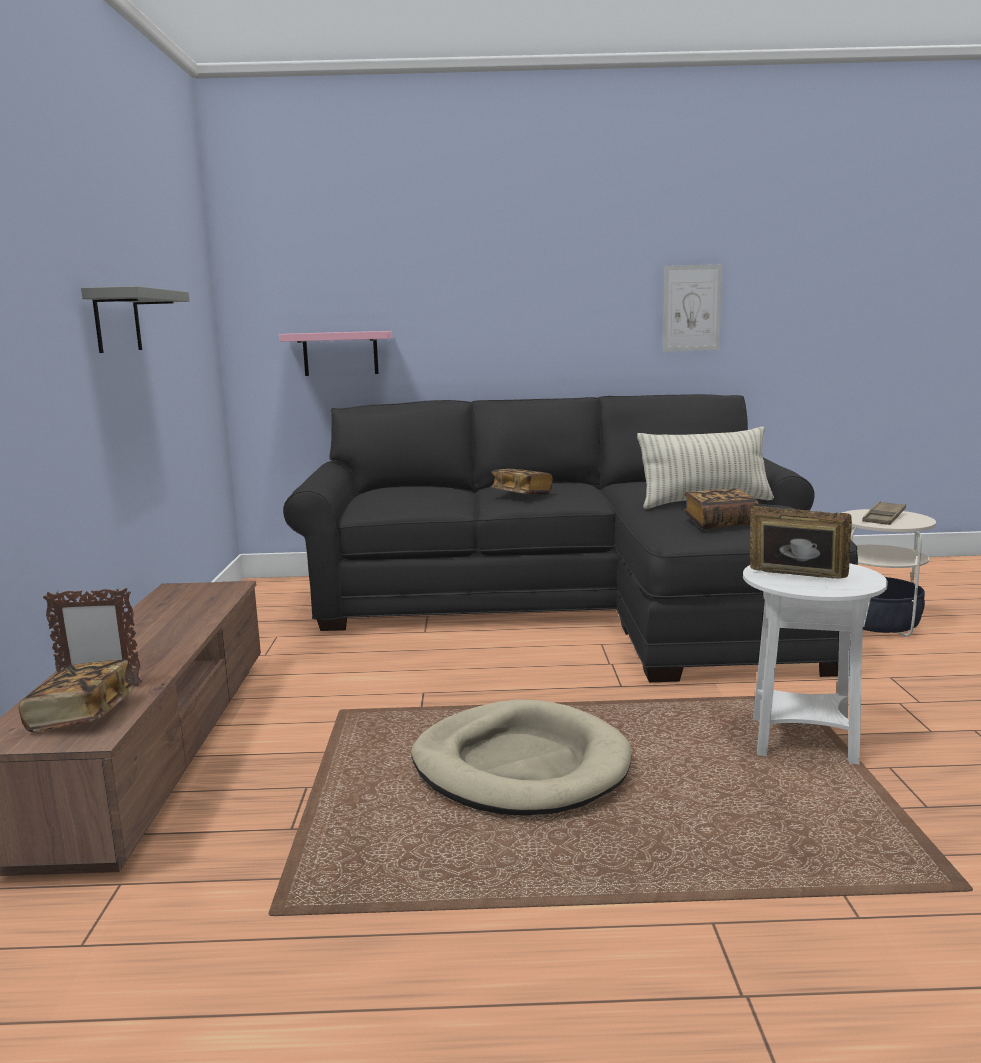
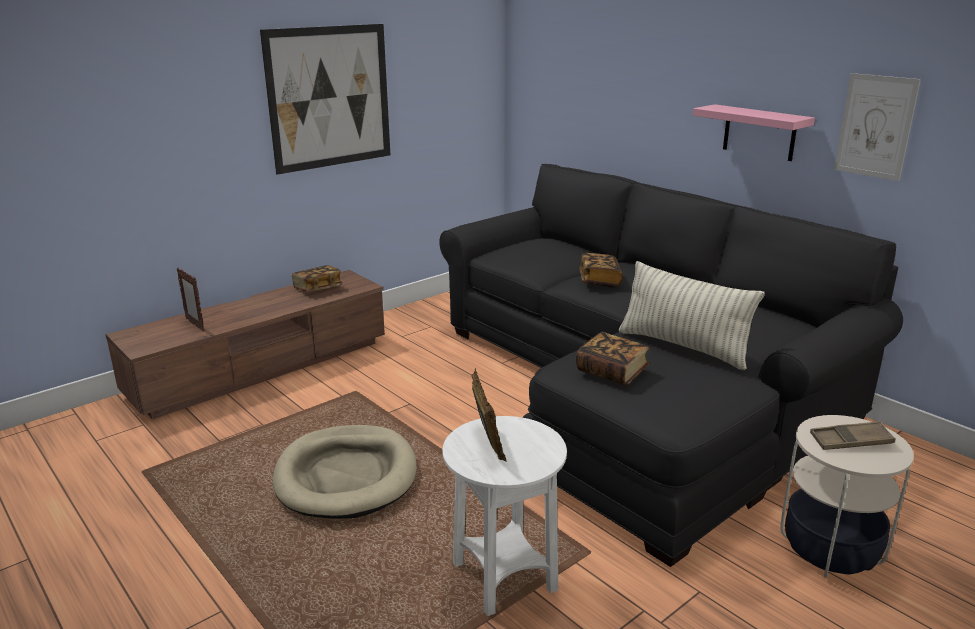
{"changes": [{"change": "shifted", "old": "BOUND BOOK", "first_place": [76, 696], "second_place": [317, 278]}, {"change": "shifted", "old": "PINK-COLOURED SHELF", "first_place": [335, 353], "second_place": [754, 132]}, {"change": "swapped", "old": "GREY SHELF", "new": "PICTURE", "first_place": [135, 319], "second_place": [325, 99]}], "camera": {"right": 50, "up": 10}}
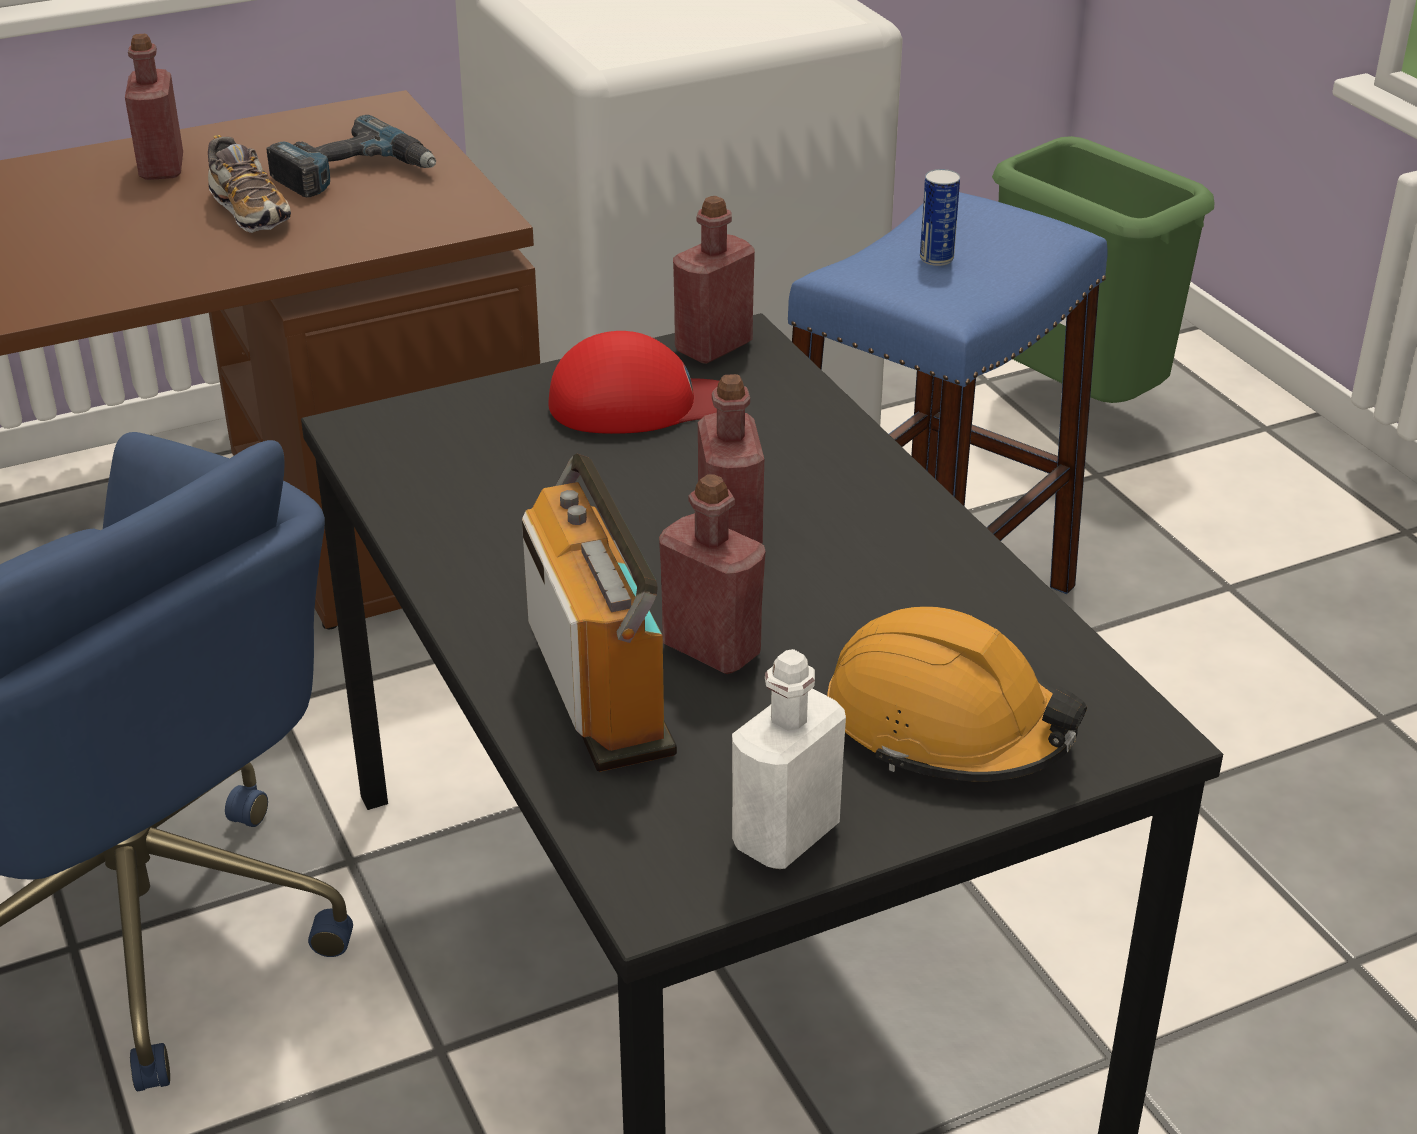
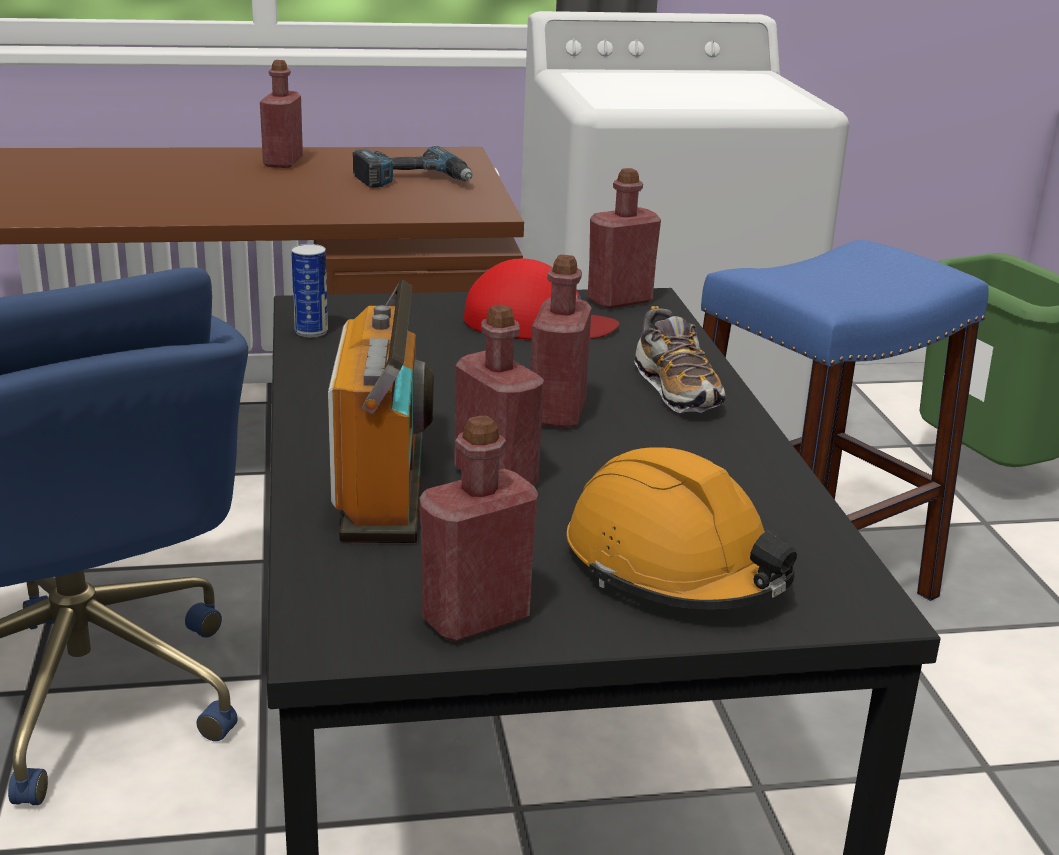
{"changes": [{"change": "shifted", "old": "LOW SHOE", "first_place": [249, 184], "second_place": [679, 359]}, {"change": "shifted", "old": "SEALED CAN", "first_place": [940, 217], "second_place": [309, 290]}, {"change": "repainted", "old": "WHITE BEVERAGE BOTTLE", "new": "RED BEVERAGE BOTTLE", "first_place": [789, 759], "second_place": [478, 529]}], "camera": {"right": 15, "up": -10}}
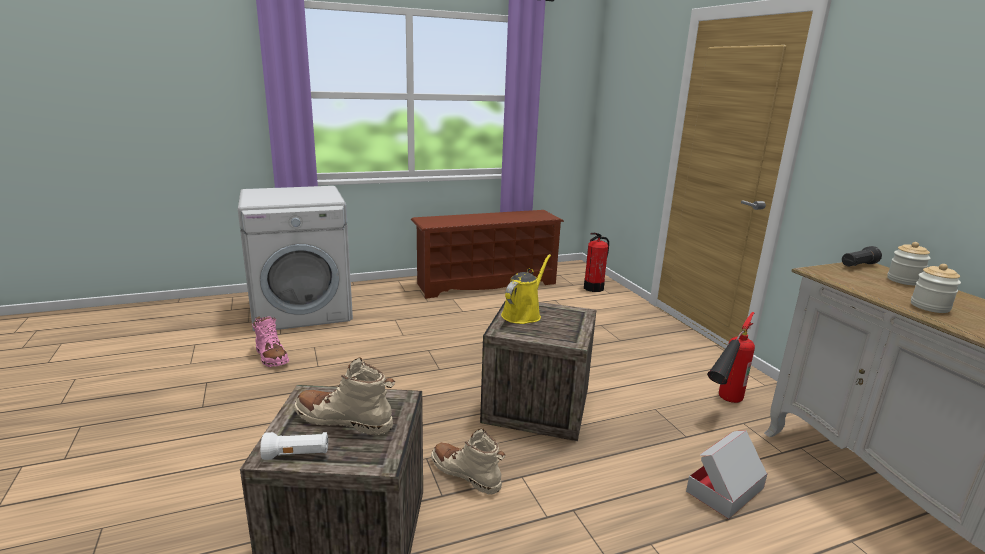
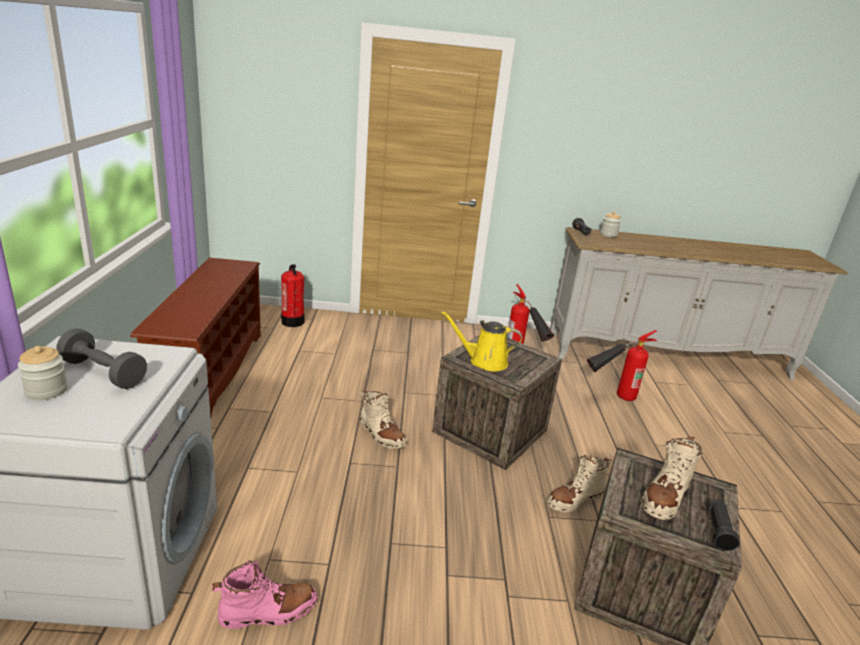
{"changes": [{"change": "new", "new": "GREY FREE WEIGHT", "second_place": [101, 358]}, {"change": "new", "new": "BEIGE-COLOURED BOOT", "second_place": [383, 419]}, {"change": "shifted", "old": "PRESERVE JAR", "first_place": [936, 288], "second_place": [43, 373]}, {"change": "swapped", "old": "CARDBOARD BOX", "new": "FIRE EXTINGUISHER", "first_place": [727, 474], "second_place": [622, 365]}, {"change": "repainted", "old": "WHITE HAND TORCH", "new": "BLACK HAND TORCH", "first_place": [294, 446], "second_place": [723, 525]}, {"change": "rotated", "old": "YELLOWISH SPRINKLING CAN", "first_place": [526, 289], "second_place": [481, 341], "degrees": -45}], "camera": {"right": -70, "up": 5}}
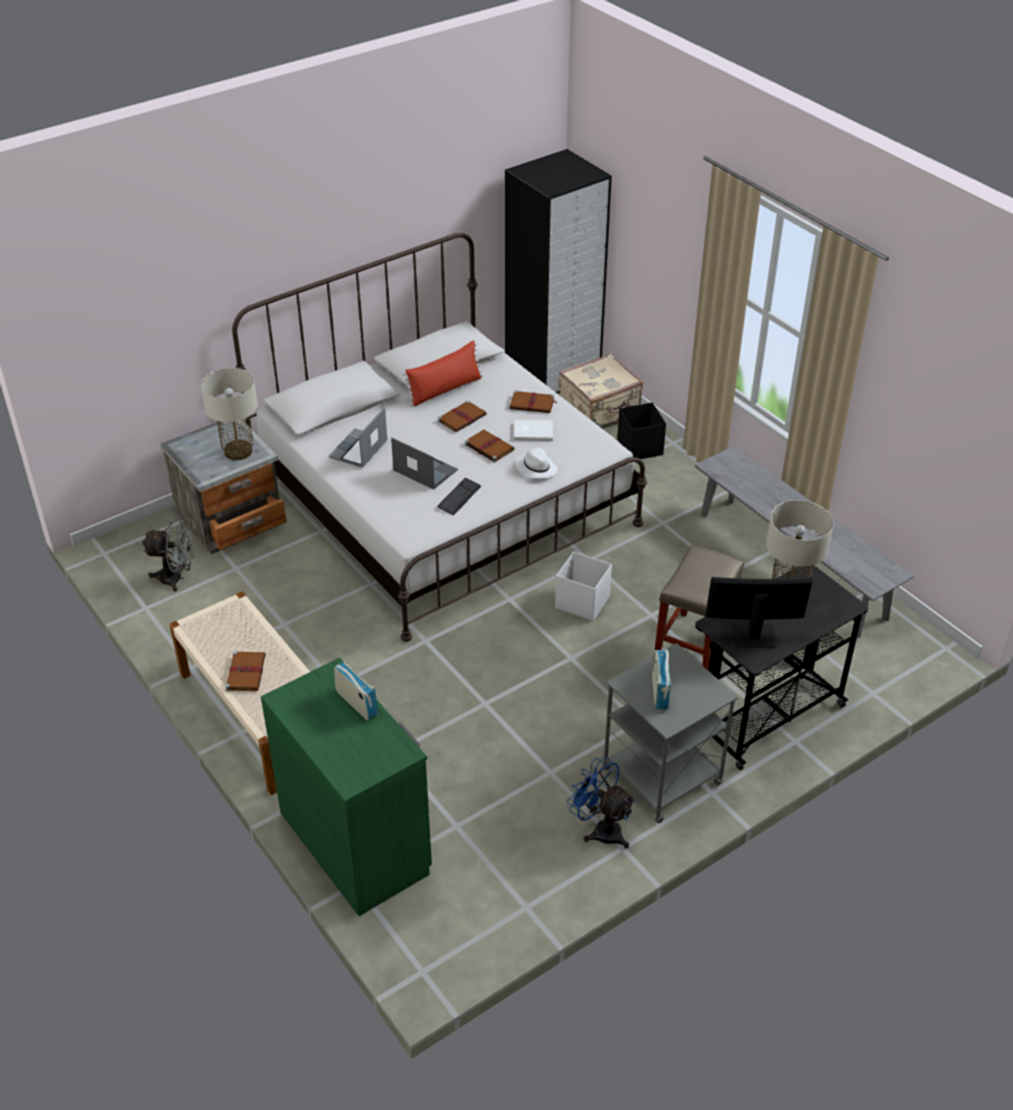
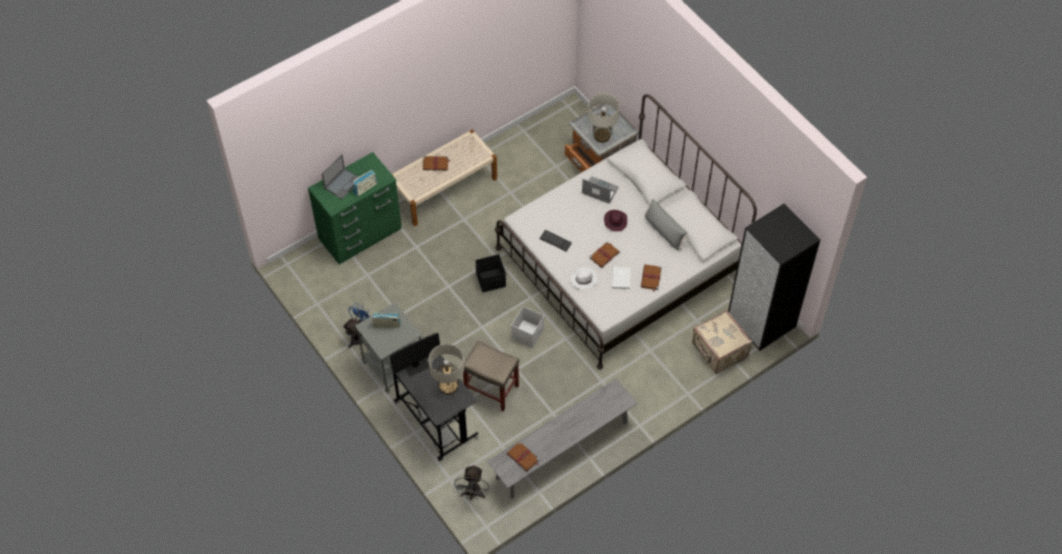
{"changes": [{"change": "new", "new": "PURPLISH WEARABLE HAT", "second_place": [615, 221]}, {"change": "shifted", "old": "GREY ELECTRIC FAN", "first_place": [169, 554], "second_place": [471, 482]}, {"change": "shifted", "old": "PORTABLE COMPUTER", "first_place": [424, 463], "second_place": [340, 176]}, {"change": "shifted", "old": "BROWN-COLOURED BOUND BOOK", "first_place": [462, 416], "second_place": [523, 456]}, {"change": "shifted", "old": "BLACK STORAGE BOX", "first_place": [641, 430], "second_place": [491, 273]}, {"change": "repainted", "old": "RED THROW PILLOW", "new": "GREY THROW PILLOW", "first_place": [442, 373], "second_place": [666, 224]}, {"change": "rotated", "old": "COMPUTER SCREEN", "first_place": [759, 612], "second_place": [414, 355], "degrees": 60}], "camera": {"right": 90, "up": 15}}
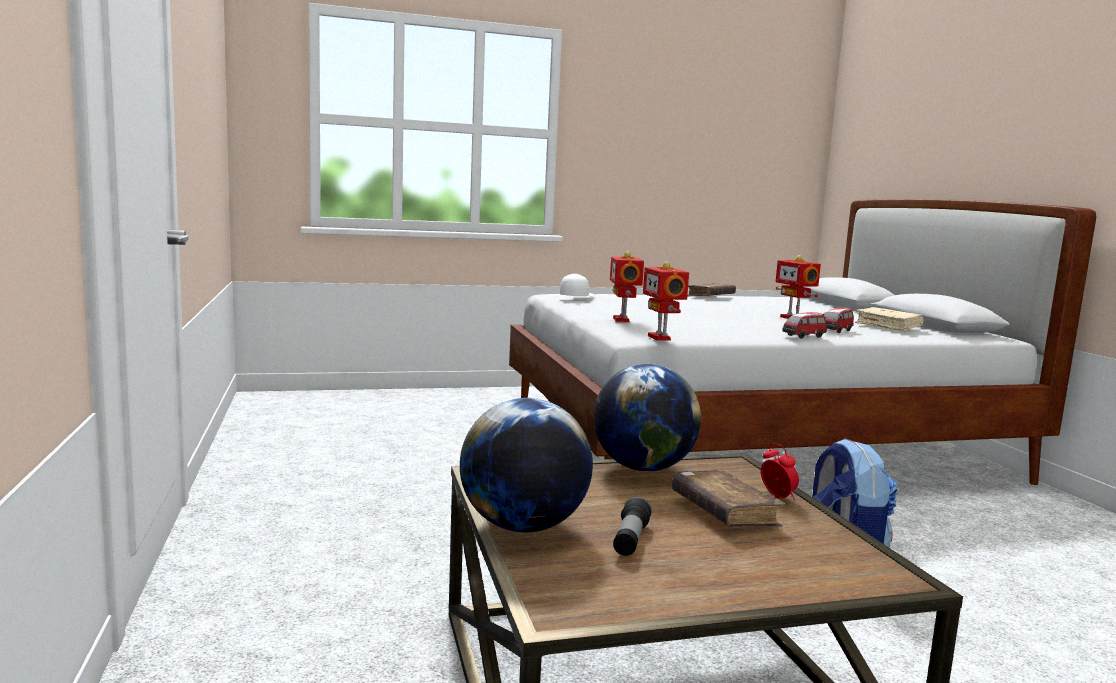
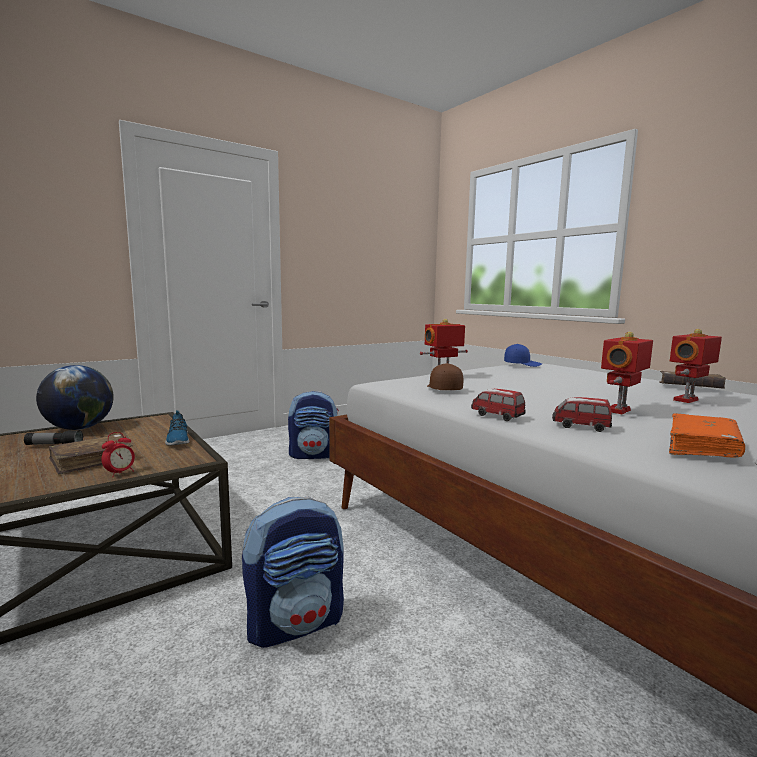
{"changes": [{"change": "new", "new": "BACKPACK", "second_place": [313, 425]}, {"change": "new", "new": "BROWN-COLOURED BASEBALL CAP", "second_place": [445, 376]}, {"change": "shifted", "old": "MODEL ROBOT", "first_place": [666, 300], "second_place": [696, 366]}, {"change": "swapped", "old": "GLOBE", "new": "LOW SHOE", "first_place": [647, 417], "second_place": [177, 427]}, {"change": "repainted", "old": "WHITE BASEBALL CAP", "new": "BLUE-COLOURED BASEBALL CAP", "first_place": [577, 285], "second_place": [523, 355]}, {"change": "repainted", "old": "BEIGE-COLOURED BOUND BOOK", "new": "ORANGE BOUND BOOK", "first_place": [889, 319], "second_place": [707, 435]}], "camera": {"right": 70, "up": 0}}
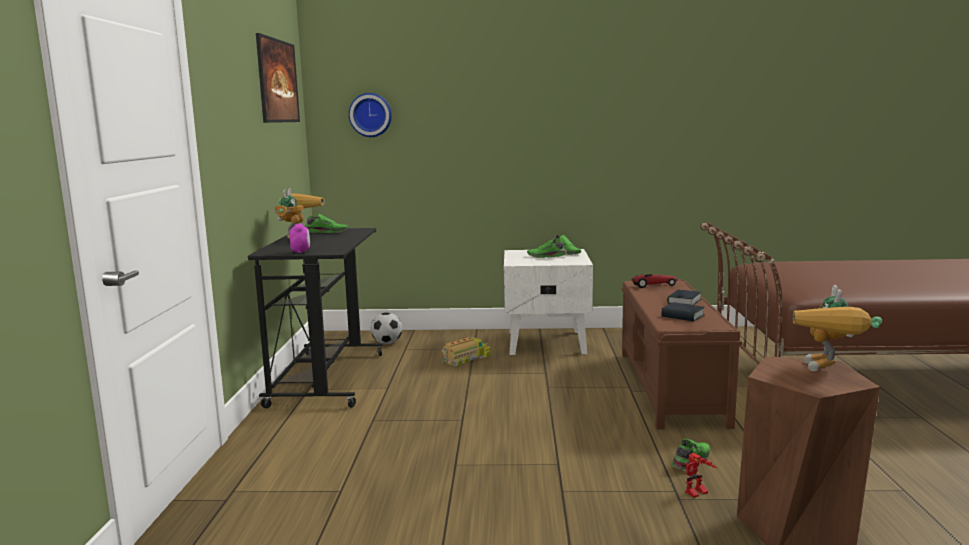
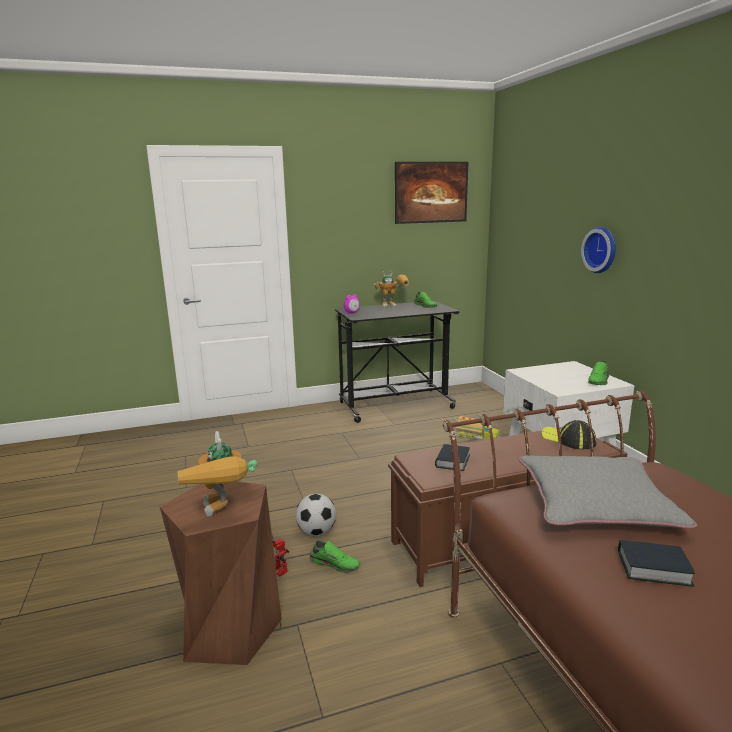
{"changes": [{"change": "gone", "old": "GREEN-COLOURED LOW SHOE", "first_place": [547, 249]}, {"change": "new", "new": "GREY THROW PILLOW", "second_place": [608, 492]}, {"change": "shifted", "old": "WALL CLOCK", "first_place": [370, 115], "second_place": [598, 250]}, {"change": "shifted", "old": "FOOTBALL", "first_place": [386, 328], "second_place": [315, 515]}, {"change": "shifted", "old": "BOUND BOOK", "first_place": [684, 297], "second_place": [656, 563]}, {"change": "swapped", "old": "MODEL CAR", "new": "BASEBALL CAP", "first_place": [654, 281], "second_place": [569, 434]}, {"change": "rotated", "old": "MODEL ROBOT", "first_place": [837, 328], "second_place": [218, 473], "degrees": -105}], "camera": {"right": 70, "up": 5}}
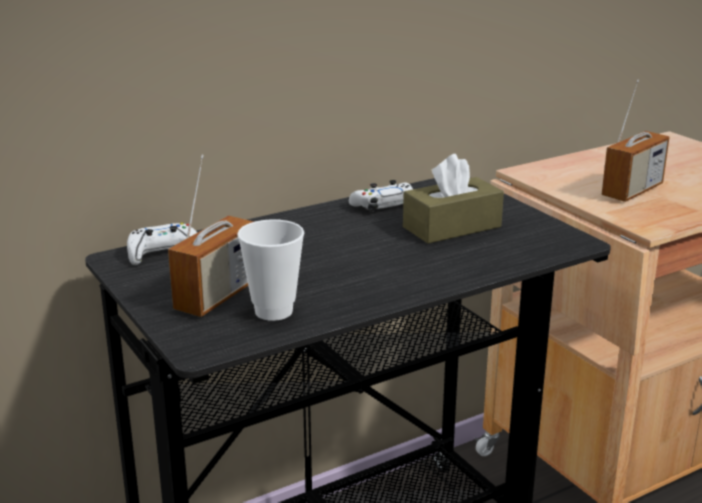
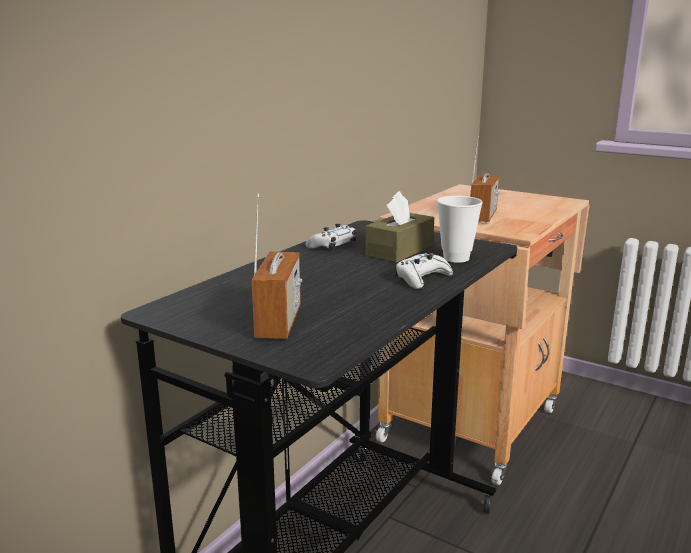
{"changes": [{"change": "shifted", "old": "WHITE GAME CONTROLLER", "first_place": [162, 244], "second_place": [424, 271]}, {"change": "shifted", "old": "CUP", "first_place": [270, 270], "second_place": [460, 229]}], "camera": {"right": -25, "up": -5}}
